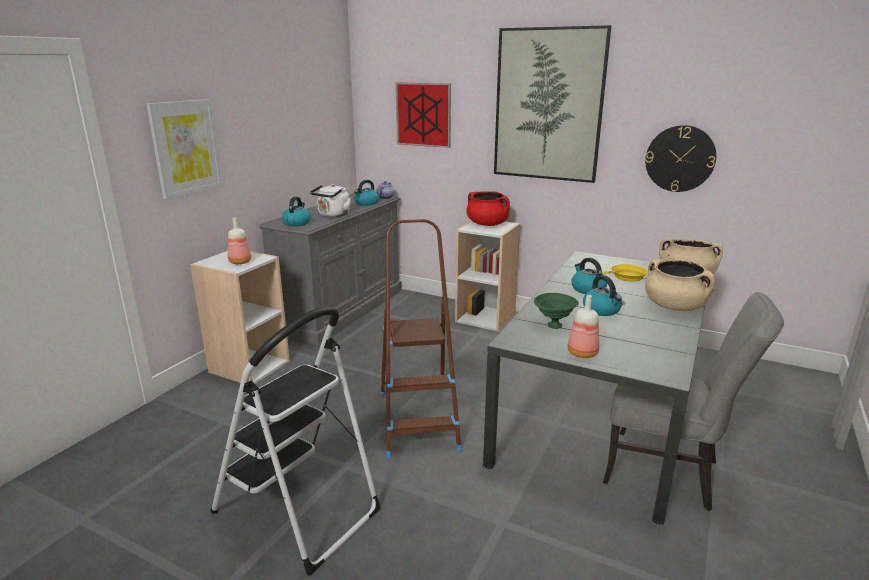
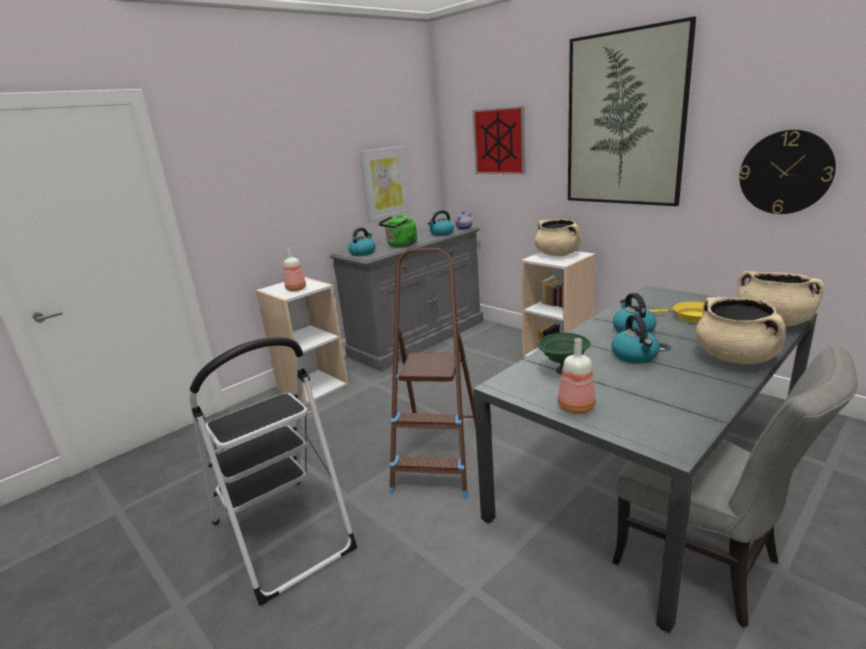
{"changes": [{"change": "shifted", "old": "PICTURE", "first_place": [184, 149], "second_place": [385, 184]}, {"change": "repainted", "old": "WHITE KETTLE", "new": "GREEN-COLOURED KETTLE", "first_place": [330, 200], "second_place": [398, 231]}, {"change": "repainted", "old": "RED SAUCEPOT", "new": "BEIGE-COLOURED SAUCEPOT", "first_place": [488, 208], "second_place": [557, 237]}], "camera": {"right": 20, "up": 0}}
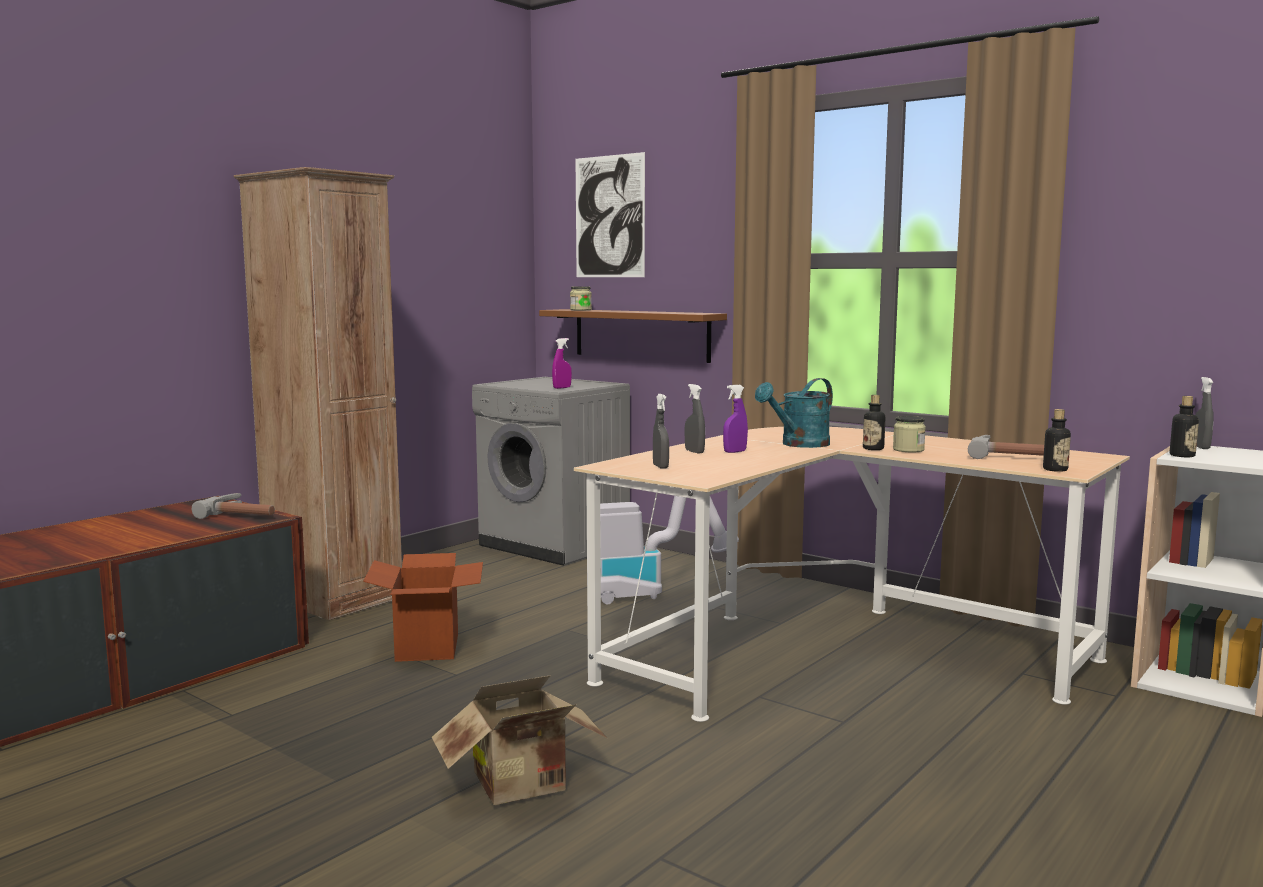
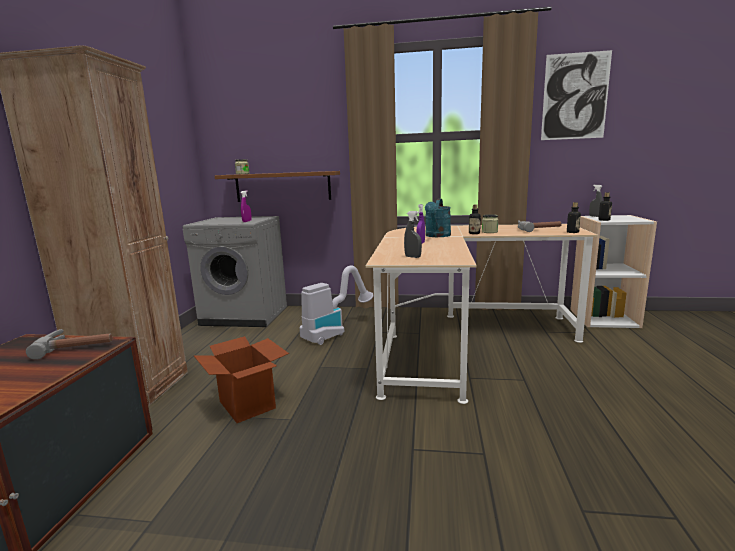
{"changes": [{"change": "gone", "old": "CARDBOARD BOX", "first_place": [519, 740]}, {"change": "gone", "old": "GREY SPRAY BOTTLE", "first_place": [695, 419]}, {"change": "shifted", "old": "PICTURE", "first_place": [610, 214], "second_place": [576, 95]}], "camera": {"right": -30, "up": 5}}
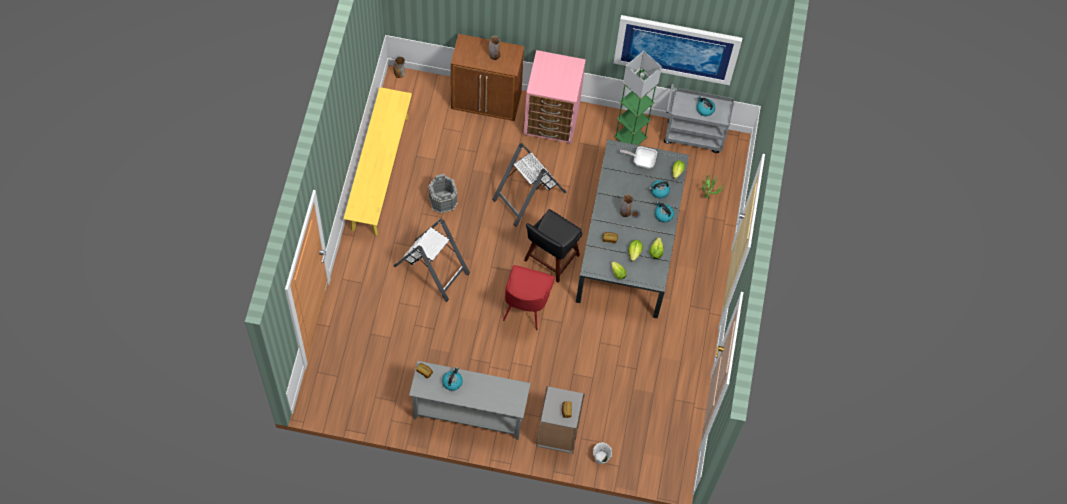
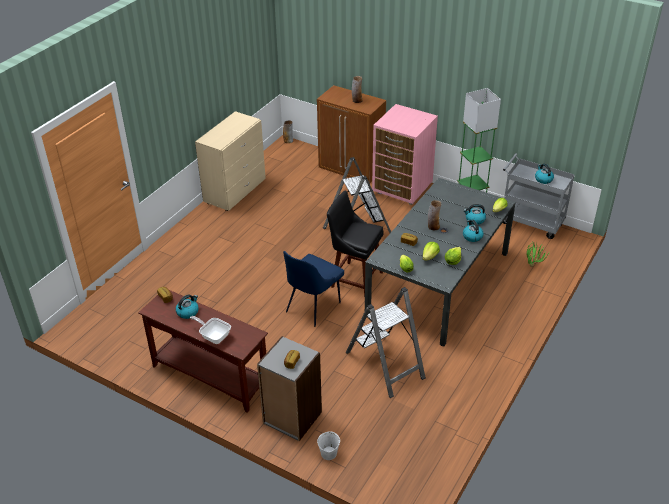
{"changes": [{"change": "gone", "old": "GREY WATER BUCKET", "first_place": [443, 194]}, {"change": "gone", "old": "PICTURE", "first_place": [678, 50]}, {"change": "shifted", "old": "GREY STEPLADDER", "first_place": [432, 260], "second_place": [385, 342]}, {"change": "shifted", "old": "SKILLET", "first_place": [638, 157], "second_place": [210, 330]}, {"change": "swapped", "old": "YELLOWISH LONG SEAT", "new": "BEIGE-COLOURED CHEST OF DRAWERS", "first_place": [377, 161], "second_place": [230, 161]}, {"change": "repainted", "old": "GREY HALL TABLE", "new": "BROWN-COLOURED HALL TABLE", "first_place": [470, 400], "second_place": [203, 351]}, {"change": "repainted", "old": "RED UPRIGHT CHAIR", "new": "BLUE-COLOURED UPRIGHT CHAIR", "first_place": [528, 297], "second_place": [313, 289]}, {"change": "rotated", "old": "BLACK UPRIGHT CHAIR", "first_place": [553, 246], "second_place": [355, 244], "degrees": 60}], "camera": {"right": 25, "up": -25}}
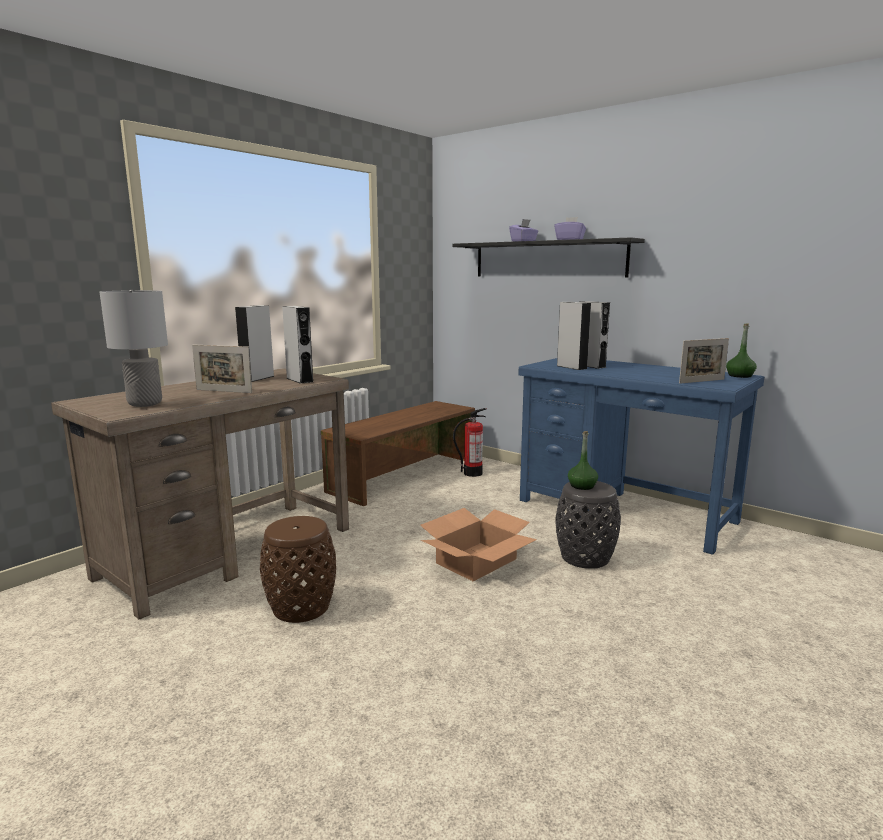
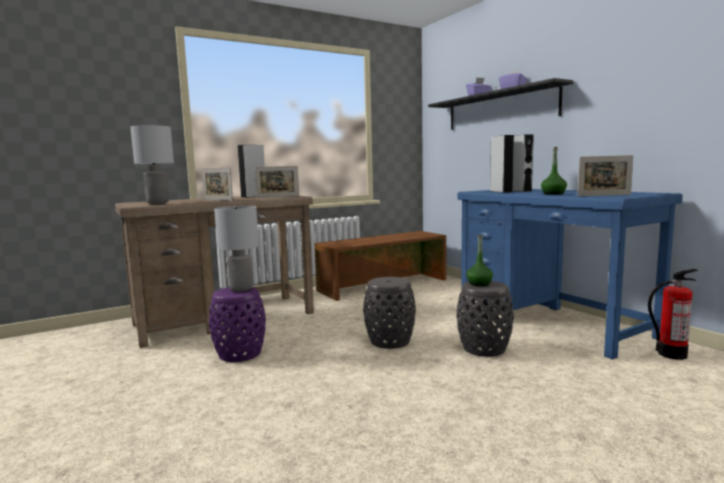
{"changes": [{"change": "new", "new": "GREY TABLE LAMP", "second_place": [236, 249]}, {"change": "shifted", "old": "FIRE EXTINGUISHER", "first_place": [469, 442], "second_place": [673, 314]}, {"change": "shifted", "old": "GREEN-COLOURED BEVERAGE BOTTLE", "first_place": [741, 350], "second_place": [554, 170]}, {"change": "swapped", "old": "GREY AUDIO SPEAKER", "new": "PICTURE FRAME", "first_place": [297, 345], "second_place": [277, 182]}, {"change": "swapped", "old": "CARDBOARD BOX", "new": "GREY SITTING STOOL", "first_place": [478, 545], "second_place": [389, 313]}, {"change": "repainted", "old": "BROWN-COLOURED SITTING STOOL", "new": "PURPLISH SITTING STOOL", "first_place": [298, 569], "second_place": [237, 324]}], "camera": {"right": 20, "up": -5}}
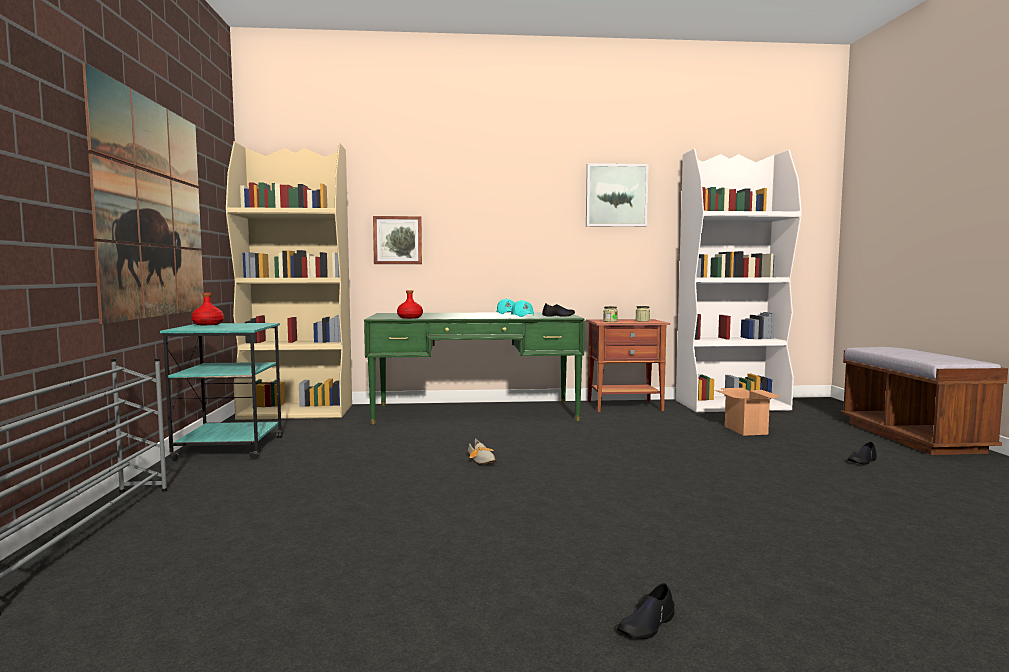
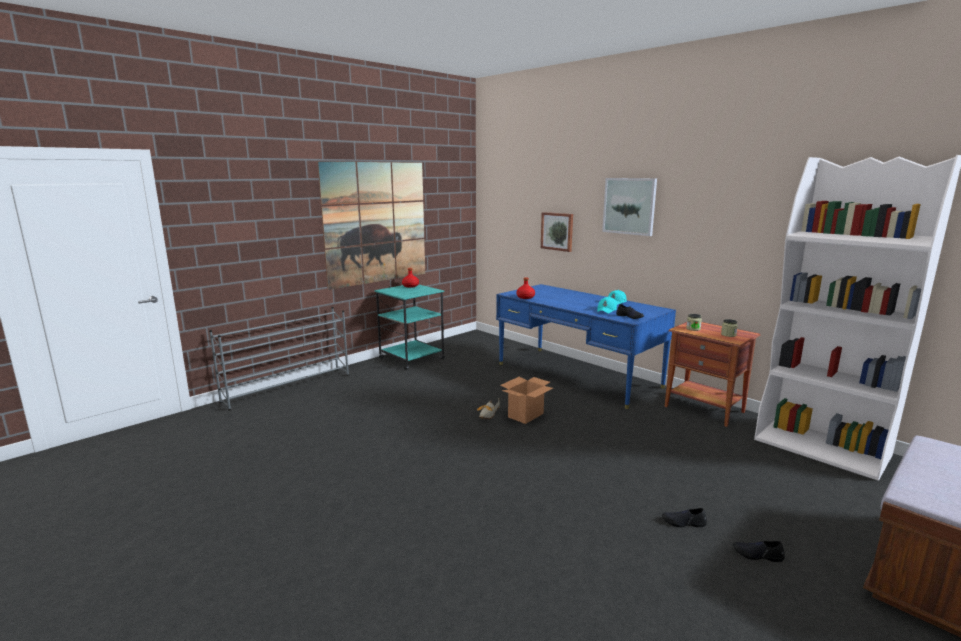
{"changes": [{"change": "gone", "old": "BEIGE-COLOURED SHELVING UNIT", "first_place": [289, 280]}, {"change": "shifted", "old": "PICTURE", "first_place": [617, 195], "second_place": [629, 207]}, {"change": "shifted", "old": "BLACK LOW SHOE", "first_place": [646, 611], "second_place": [684, 517]}, {"change": "shifted", "old": "CARDBOARD BOX", "first_place": [748, 412], "second_place": [527, 400]}, {"change": "repainted", "old": "GREEN-COLOURED DESK TABLE", "new": "BLUE-COLOURED DESK TABLE", "first_place": [474, 368], "second_place": [586, 346]}], "camera": {"right": 50, "up": 10}}
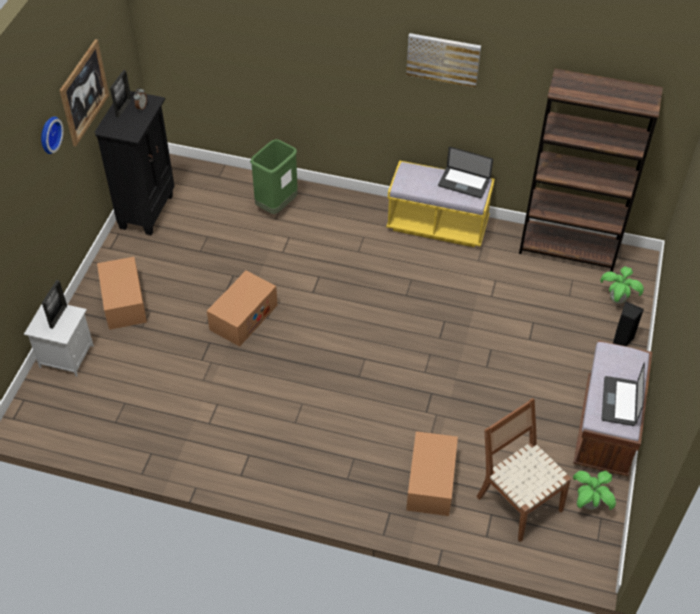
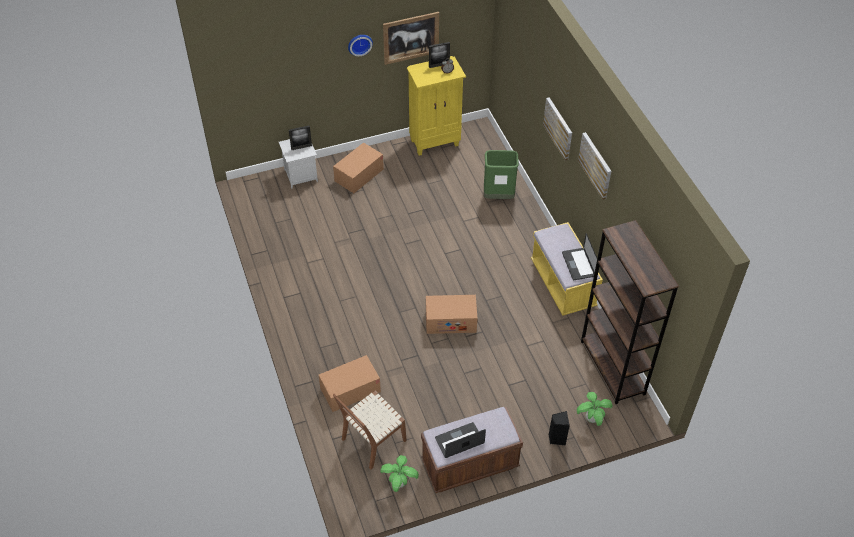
{"changes": [{"change": "new", "new": "PICTURE", "second_place": [557, 129]}, {"change": "shifted", "old": "CARDBOARD BOX", "first_place": [242, 309], "second_place": [452, 314]}, {"change": "repainted", "old": "BLACK CUPBOARD", "new": "YELLOWISH CUPBOARD", "first_place": [134, 163], "second_place": [436, 106]}, {"change": "rotated", "old": "UPRIGHT CHAIR", "first_place": [523, 470], "second_place": [369, 430], "degrees": -150}], "camera": {"right": 55, "up": 0}}
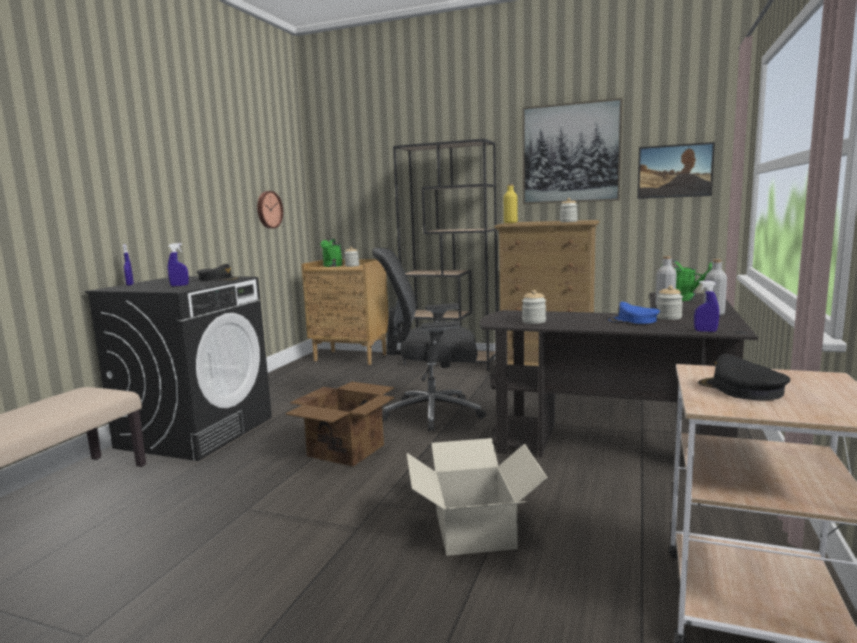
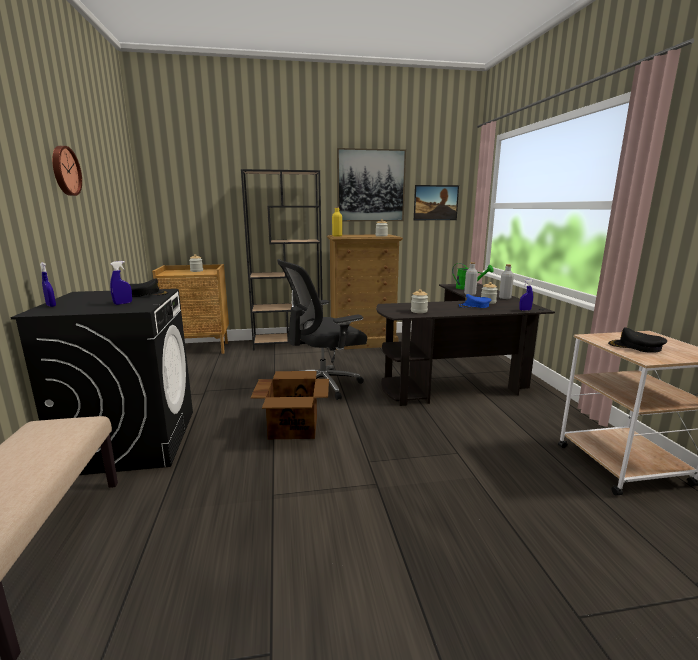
{"changes": [{"change": "gone", "old": "GREEN-COLOURED SPRINKLING CAN", "first_place": [331, 253]}, {"change": "gone", "old": "CARDBOARD BOX", "first_place": [476, 497]}, {"change": "shifted", "old": "WALL CLOCK", "first_place": [270, 210], "second_place": [67, 171]}], "camera": {"right": -30, "up": 5}}
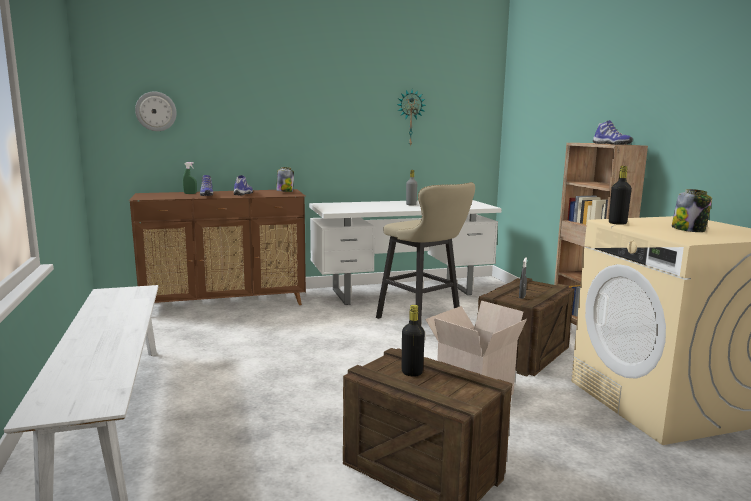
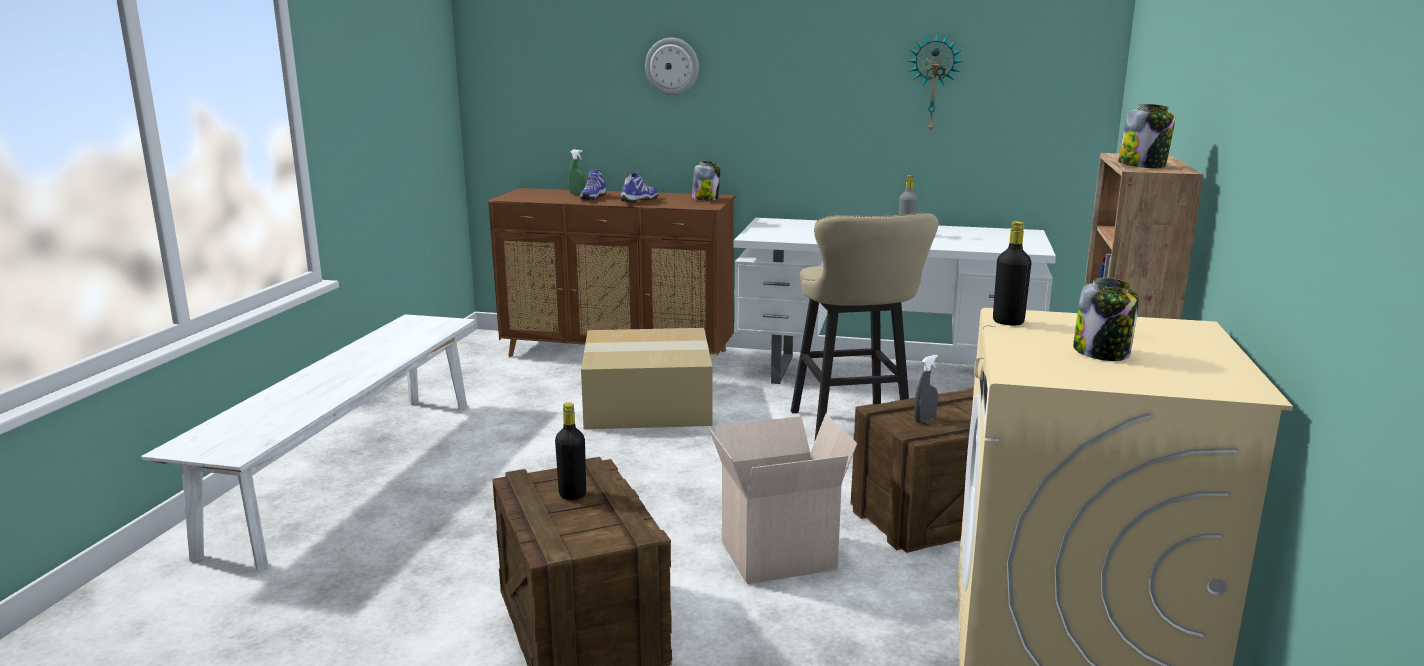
{"changes": [{"change": "new", "new": "CARDBOARD BOX", "second_place": [646, 378]}, {"change": "shifted", "old": "WALL CLOCK", "first_place": [156, 111], "second_place": [672, 66]}, {"change": "swapped", "old": "LOW SHOE", "new": "PRESERVE JAR", "first_place": [613, 132], "second_place": [1146, 136]}], "camera": {"right": 30, "up": 5}}
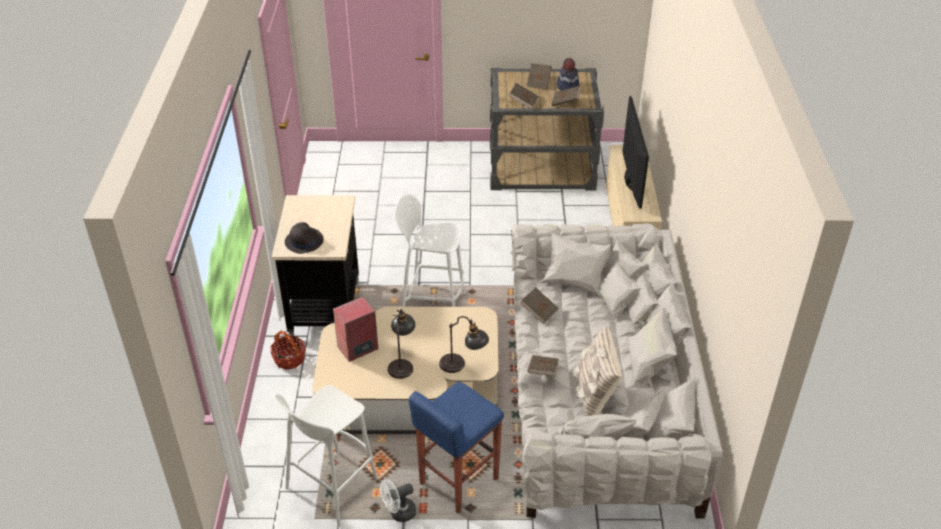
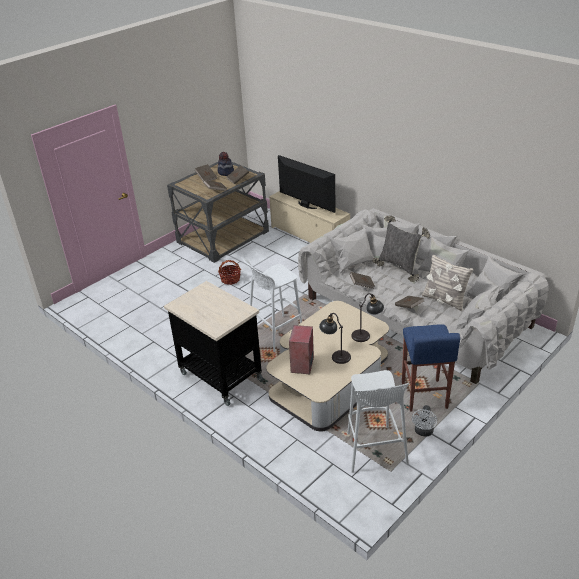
{"changes": [{"change": "gone", "old": "BLACK WEARABLE HAT", "first_place": [304, 238]}, {"change": "new", "new": "THROW PILLOW", "second_place": [401, 249]}, {"change": "shifted", "old": "HOUSEHOLD BASKET", "first_place": [287, 350], "second_place": [229, 272]}], "camera": {"right": -45, "up": -5}}
